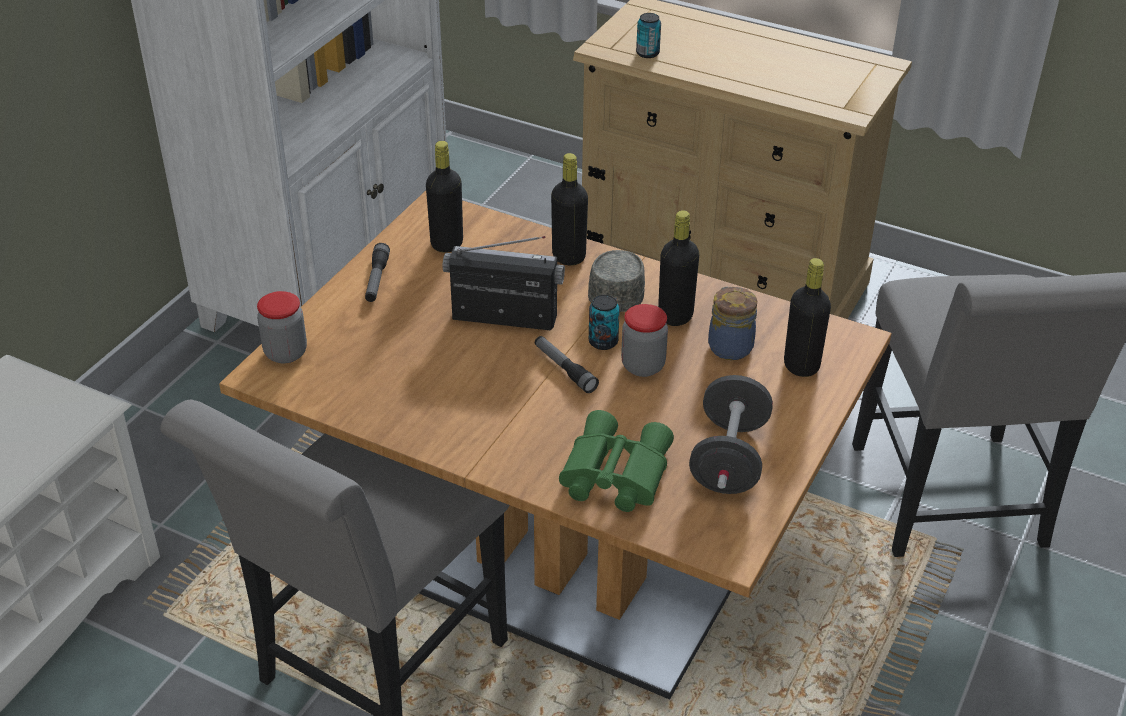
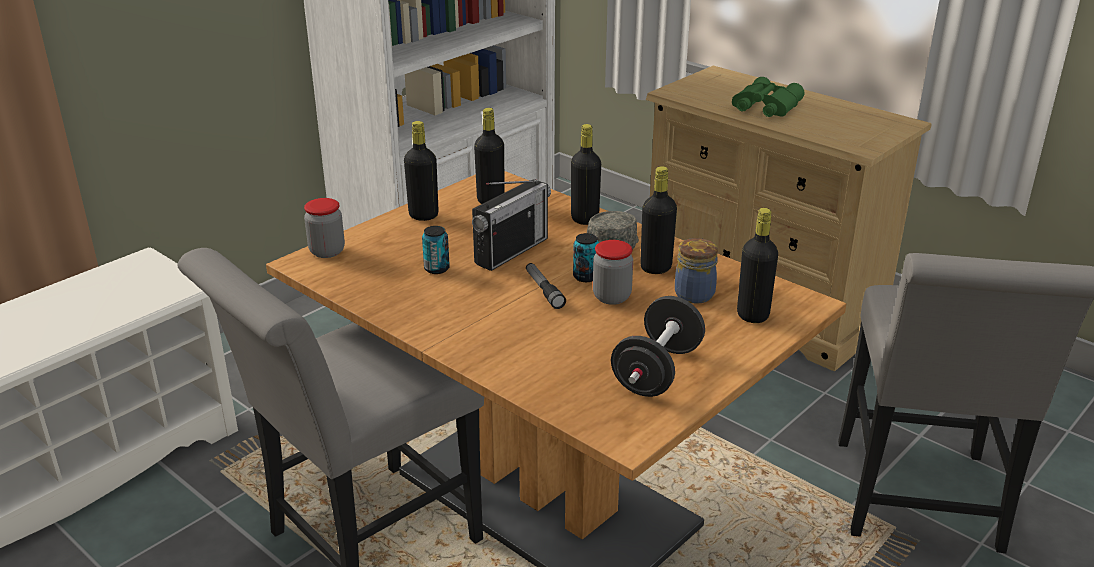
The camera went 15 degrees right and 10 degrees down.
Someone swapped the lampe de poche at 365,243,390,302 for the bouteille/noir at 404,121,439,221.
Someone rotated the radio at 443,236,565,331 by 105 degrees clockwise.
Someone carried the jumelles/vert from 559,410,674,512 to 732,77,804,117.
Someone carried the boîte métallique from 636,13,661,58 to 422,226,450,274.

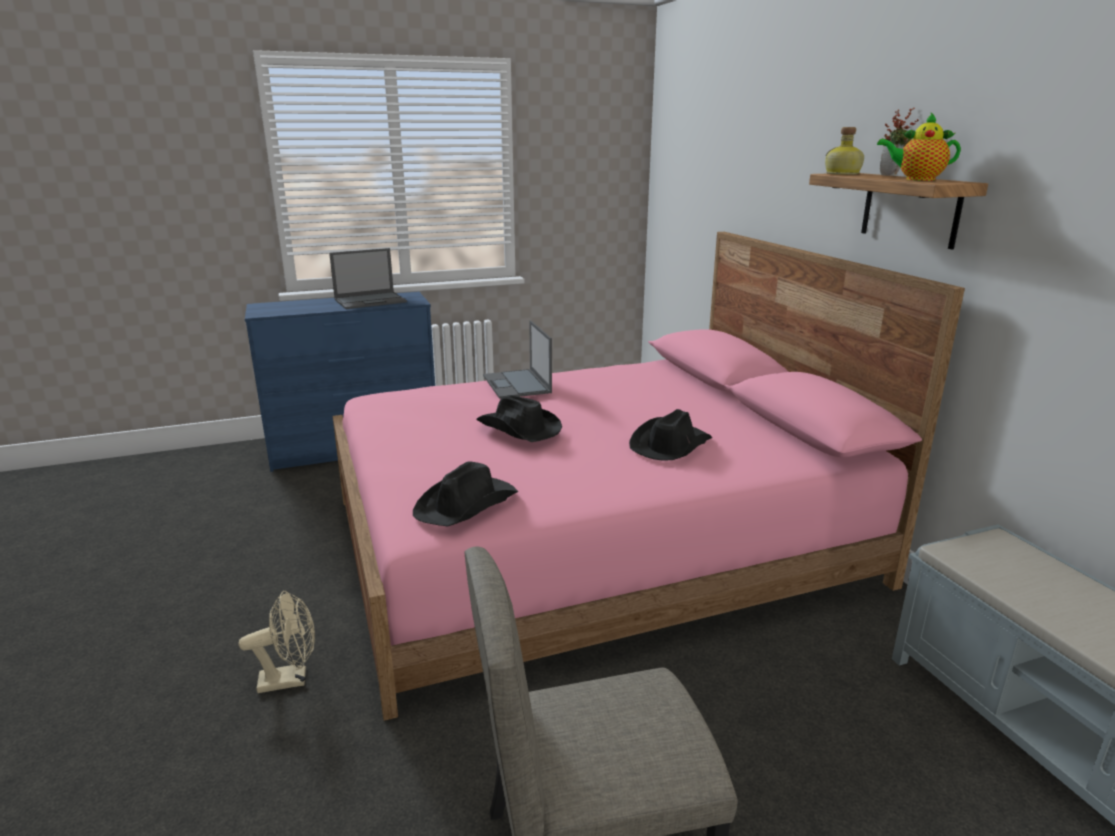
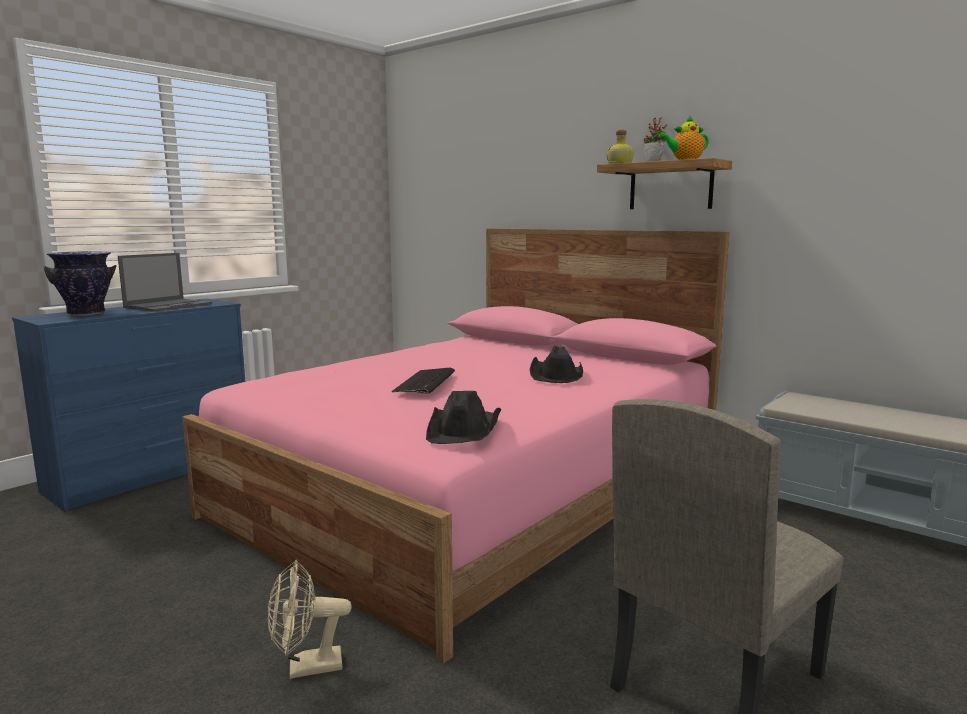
The camera went 30 degrees left and 10 degrees down.
Someone rotated the ventilateur/beige at 238,591,315,693 by 150 degrees counterclockwise.
Someone swapped the chapeau/noir at 476,395,562,442 for the clavier at 392,368,455,394.
Someone took away the ordinateur portable at 483,321,552,399.
Someone put down the vase at 44,251,116,316.

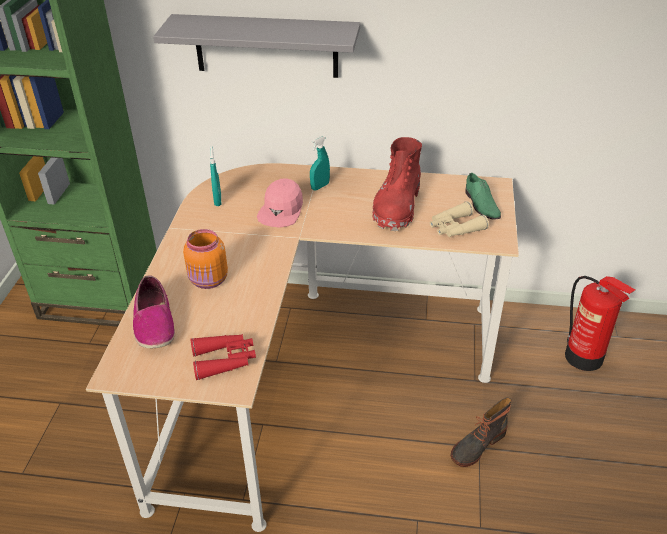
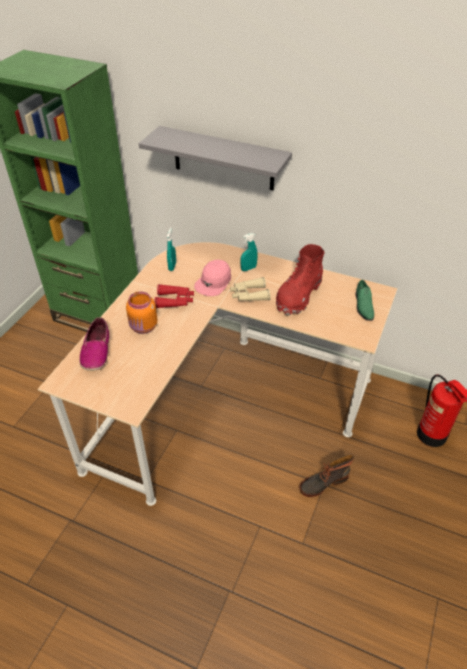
The camera went 15 degrees right and 5 degrees up.
Someone carried the jumelles/rouge from 190,334,256,380 to 154,284,194,308.
Someone carried the jumelles/beige from 430,201,489,237 to 230,277,271,301.

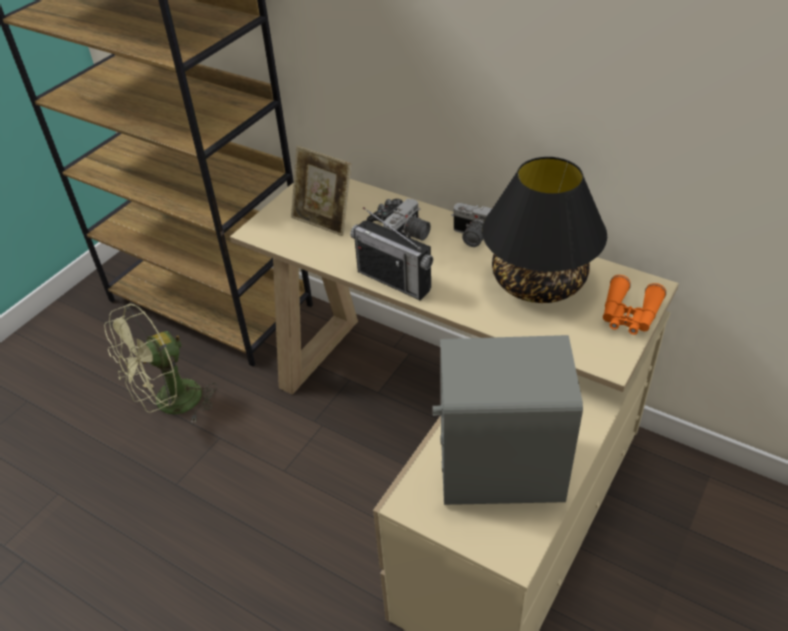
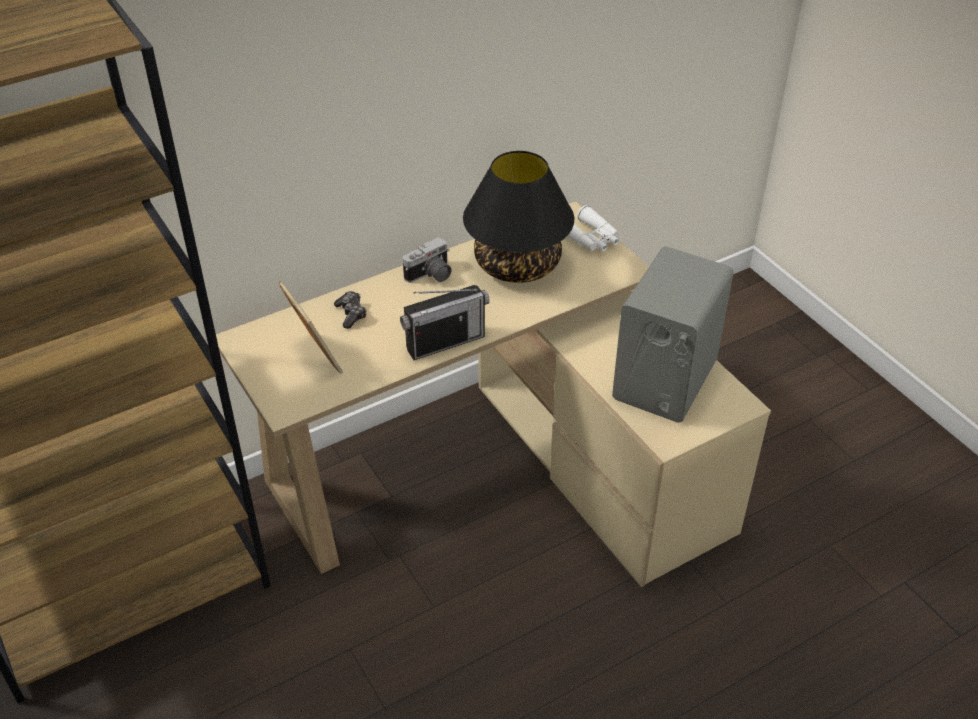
The camera went 65 degrees left and 0 degrees up.
Someone took away the ventilateur/vert at 104,303,217,422.
Someone rotated the cadre photo at 291,146,351,236 by 90 degrees counterclockwise.
Someone took away the appareil photo at 383,198,431,241.
Someone repainted the jumelles/orange at 603,275,666,335, which became the jumelles/blanc at 567,205,619,251.

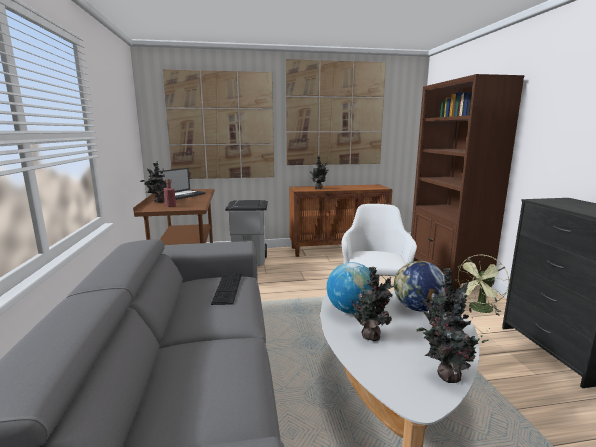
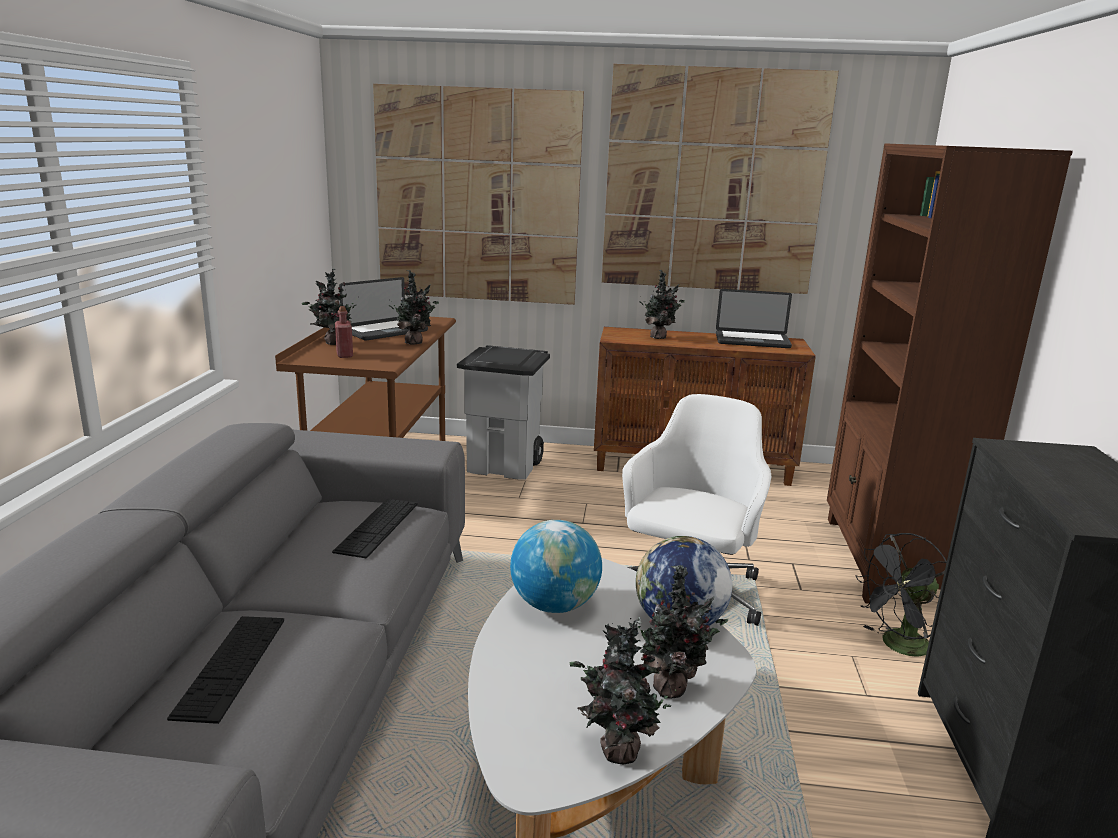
The camera went 15 degrees right and 5 degrees up.
Someone carried the plante en pot from 350,266,393,341 to 389,270,439,345.
Someone repainted the ventilateur/vert at 457,255,509,316, which became the ventilateur/noir at 855,533,947,657.
Someone put down the clavier at 167,616,284,724.
Someone put down the ordinateur portable at 716,289,792,348.

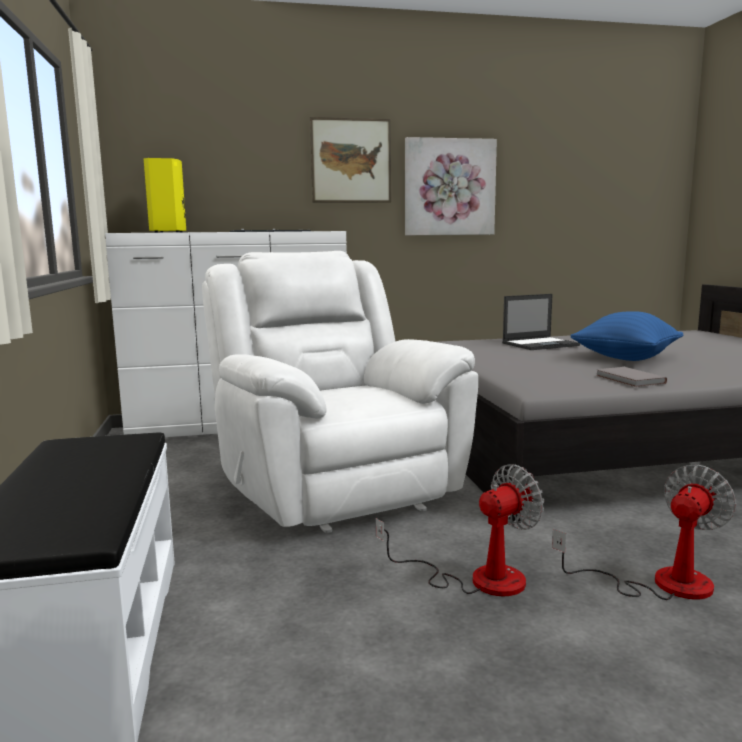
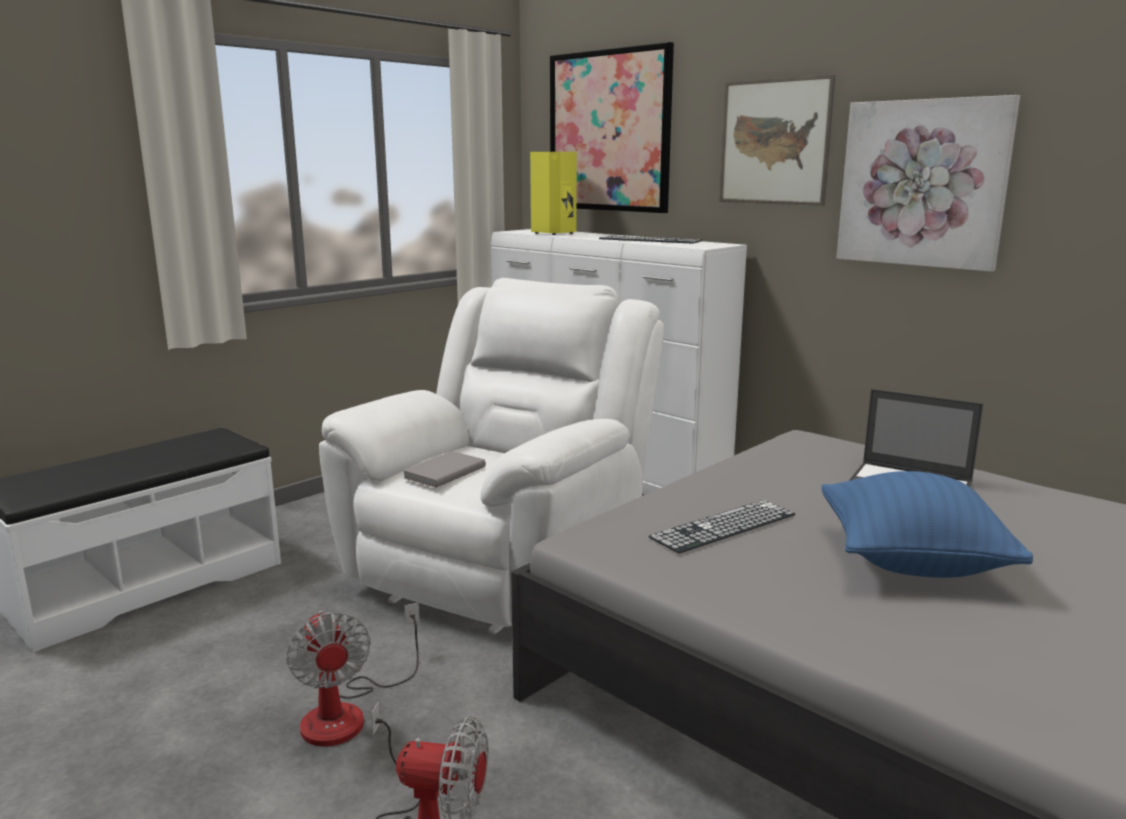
The camera went 55 degrees right and 5 degrees up.
Someone rotated the ventilateur at 376,464,544,596 by 45 degrees clockwise.
Someone carried the livre/gris from 596,367,667,387 to 402,451,486,488.
Someone put up the tableau at 550,42,674,213.
Someone put down the clavier at 649,500,795,554.

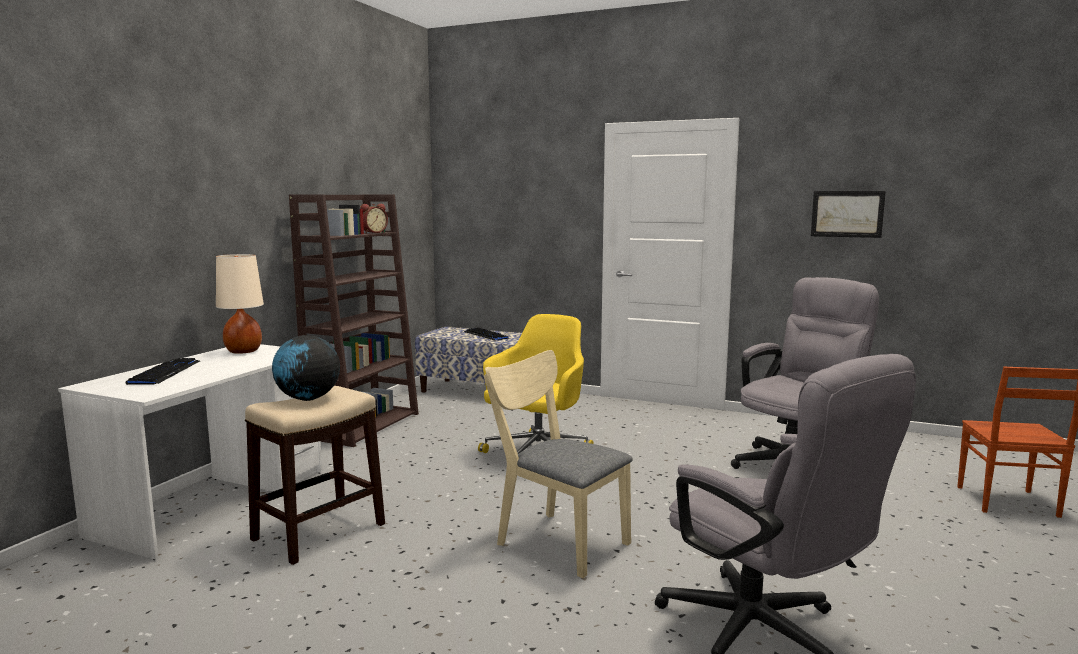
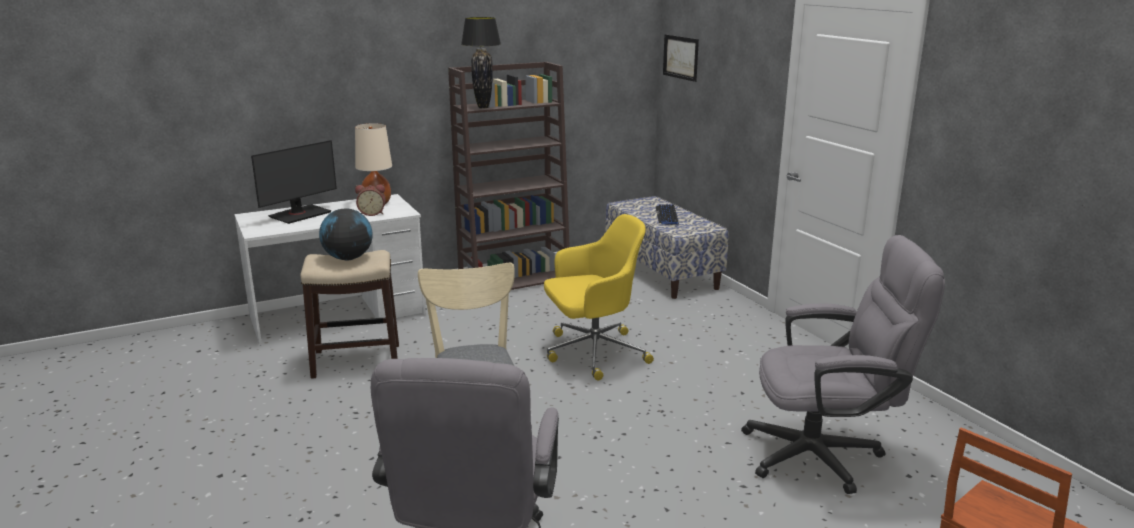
The camera went 40 degrees right and 10 degrees up.
Someone swapped the clavier at 126,358,200,385 for the écran d'ordinateur at 251,140,337,224.
Someone carried the réveil from 360,204,388,233 to 355,184,386,216.
Someone carried the tableau from 811,191,886,238 to 663,34,699,82.
Someone put down the lampe de table/noir at 461,17,501,109.

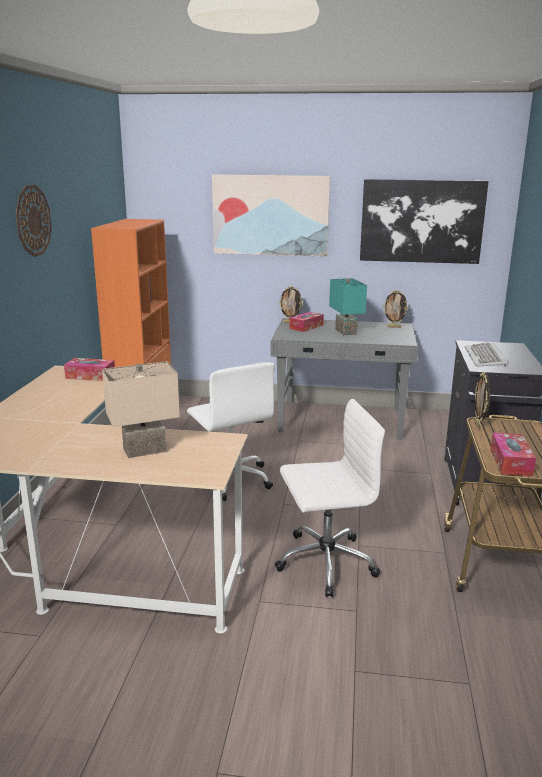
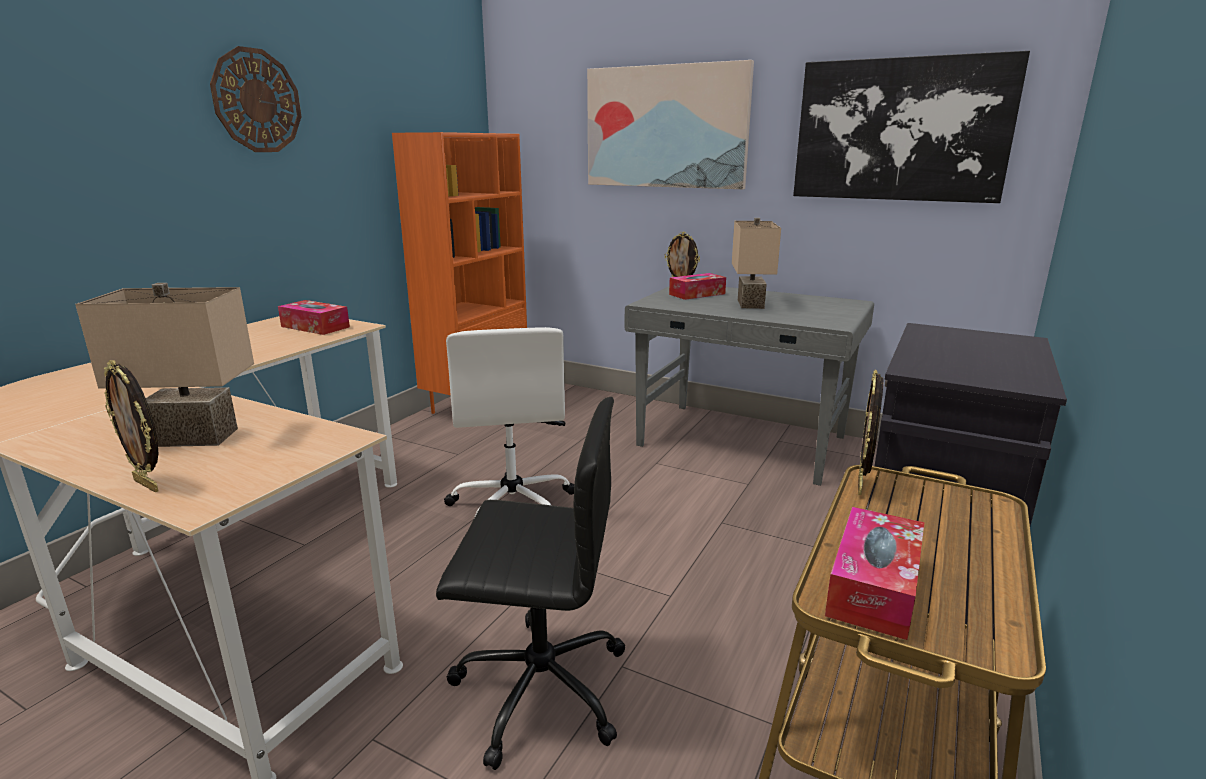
The camera went 20 degrees right and 0 degrees up.
Someone repainted the chaise de bureau/blanc at 275,399,385,598, which became the chaise de bureau/noir at 436,397,625,770.
Someone repainted the lampe de table/turquoise at 329,278,367,335, which became the lampe de table/beige at 732,218,781,309.
Someone carried the cadre photo from 383,290,409,328 to 104,360,159,492.
Someone took away the clavier at 465,342,509,367.

